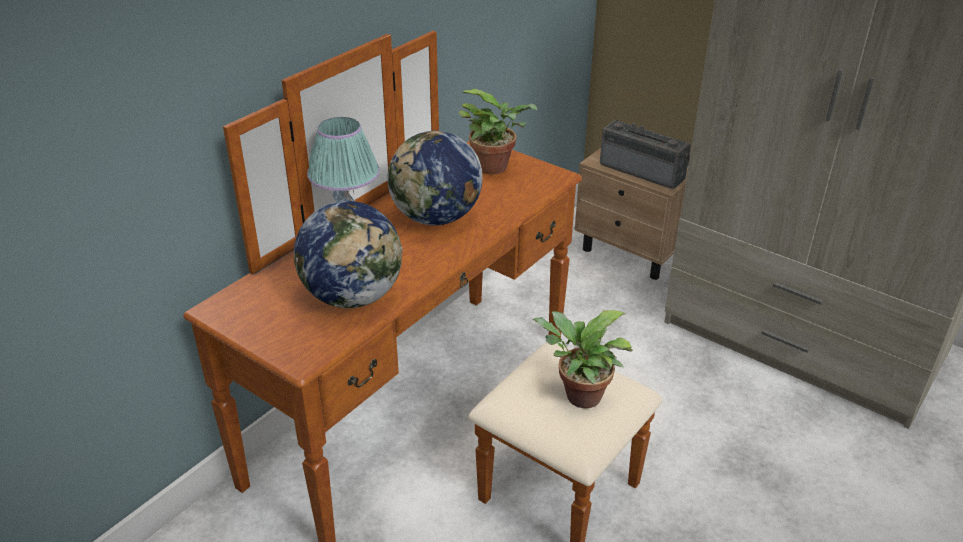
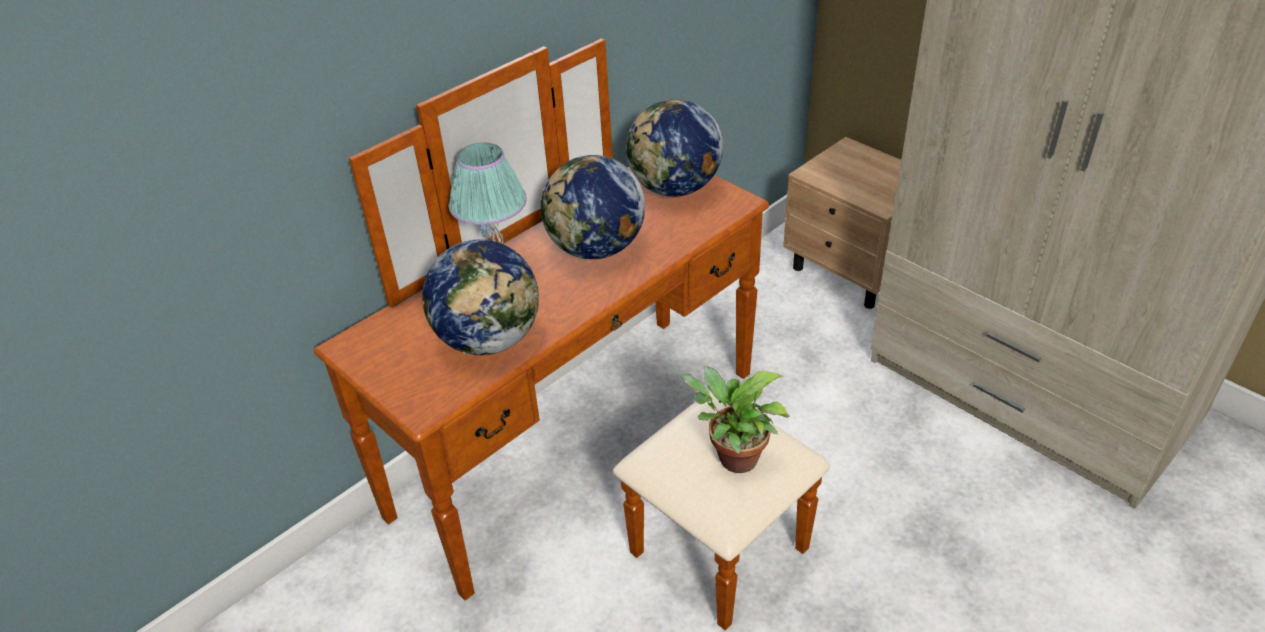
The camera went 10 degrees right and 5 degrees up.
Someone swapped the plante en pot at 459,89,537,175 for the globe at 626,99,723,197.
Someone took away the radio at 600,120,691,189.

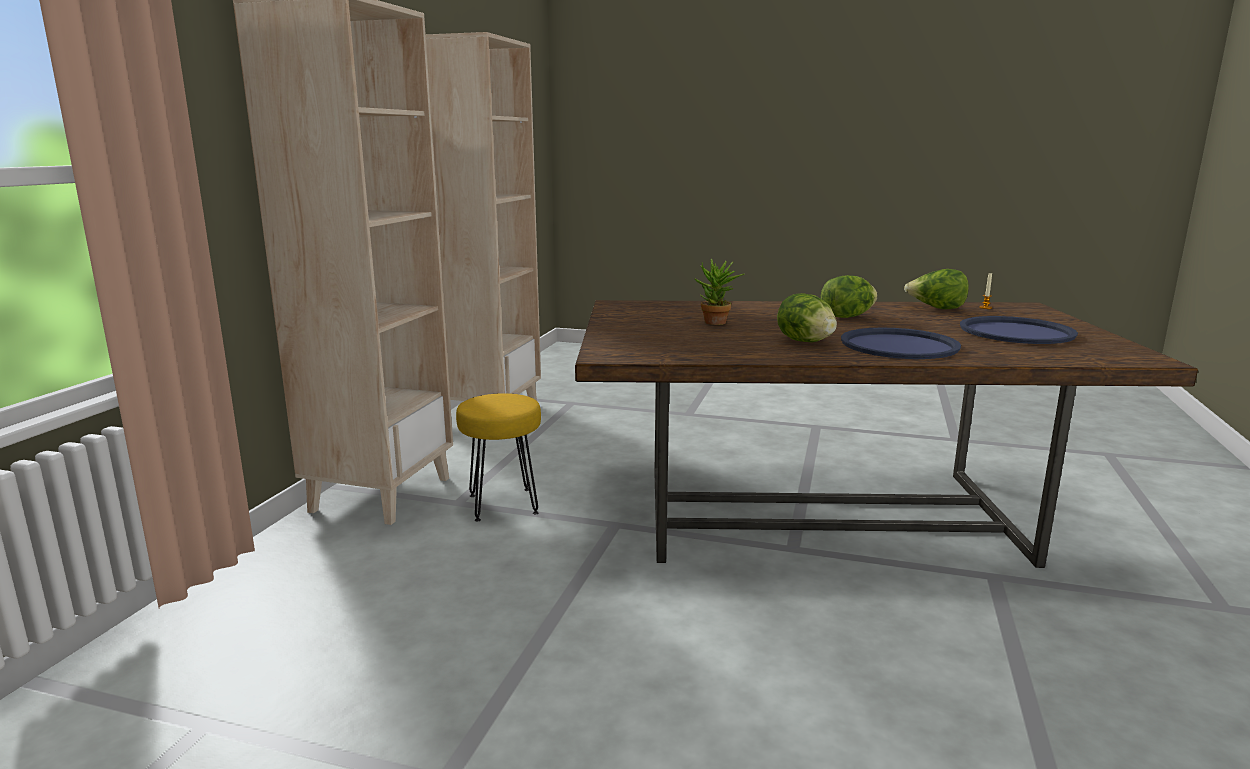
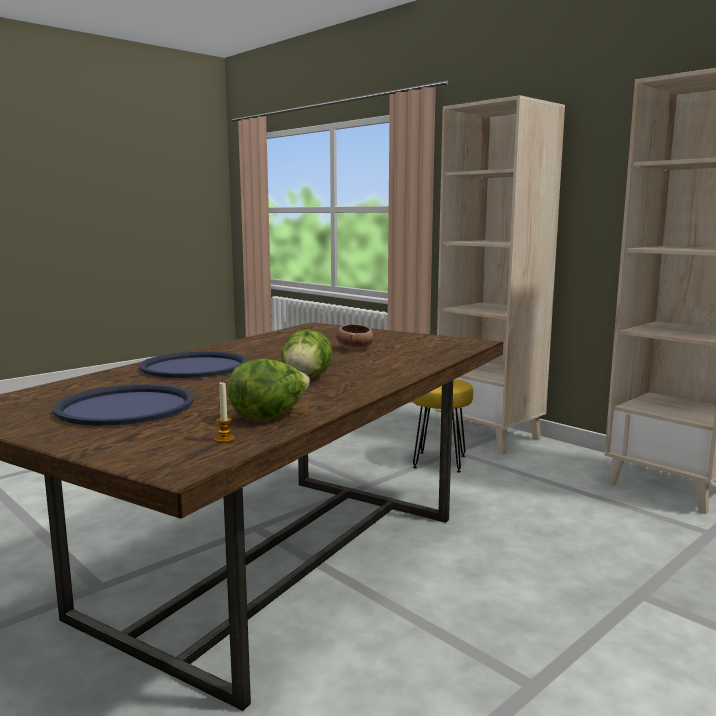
The camera went 120 degrees right and 5 degrees down.
Someone swapped the plante en pot at 694,259,744,325 for the bol at 337,324,373,350.
Someone took away the laitue at 777,293,837,342.

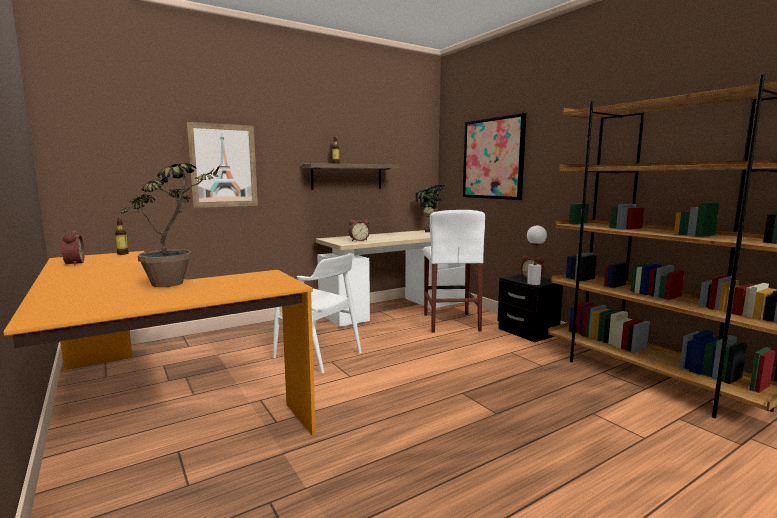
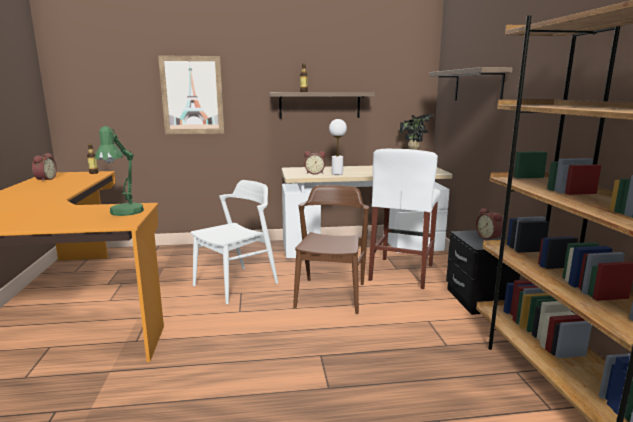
The camera went 25 degrees right and 5 degrees up.
Someone took away the plante en pot at 120,163,220,287.
Someone rotated the chaise/blanc at 273,253,362,374 by 105 degrees counterclockwise.
Someone swapped the tableau at 463,113,526,200 for the étagère at 429,67,513,100.
Someone carried the lampe de table/blanc from 527,226,547,285 to 329,119,347,175.
Someone put down the lampe de table/vert at 95,126,144,216.
Someone put down the chaise/marron at 293,185,369,314.

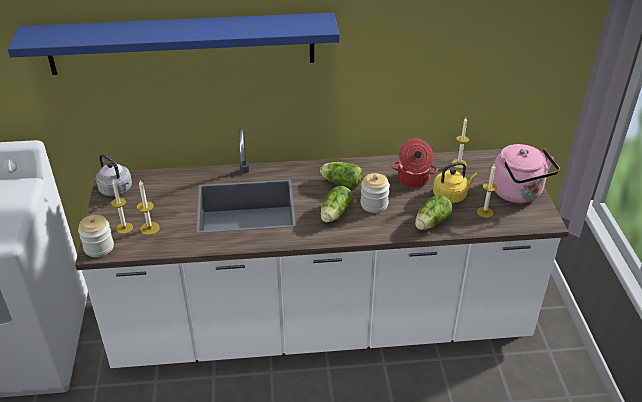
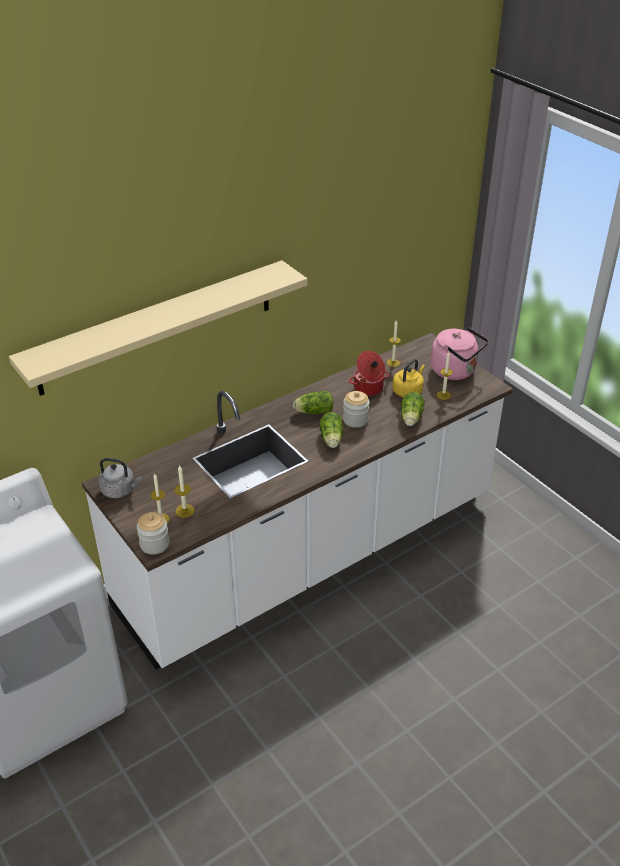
The camera went 30 degrees left and 0 degrees up.
Someone repainted the étagère/bleu at 8,13,340,75, which became the étagère/beige at 9,260,308,396.

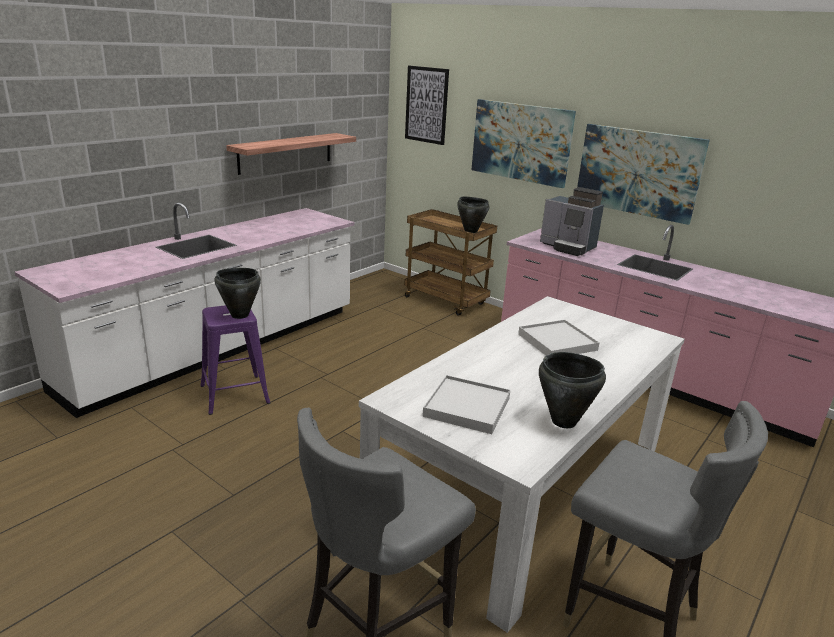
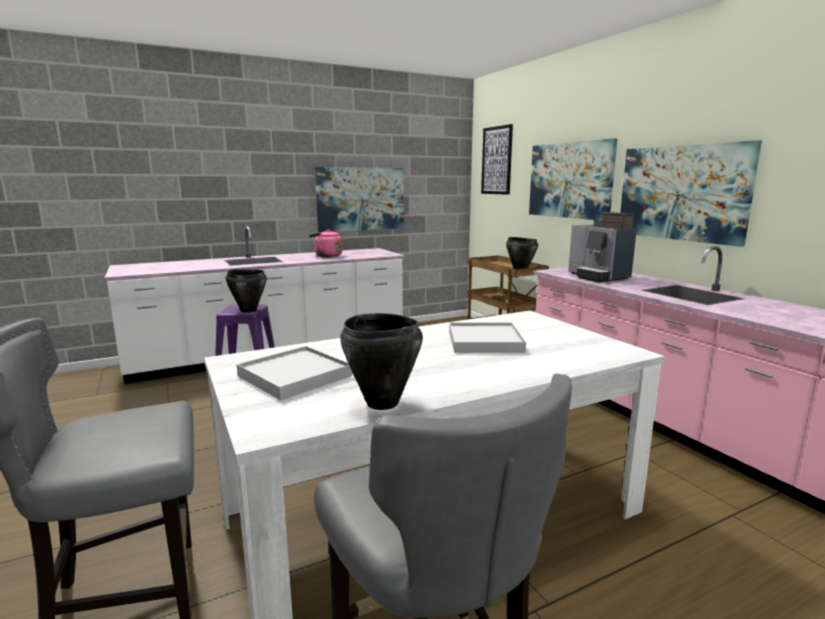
The camera went 25 degrees right and 10 degrees down.
Someone swapped the étagère at 226,133,356,175 for the tableau at 315,167,404,232.
Someone put down the bouilloire/rose at 309,230,342,257.

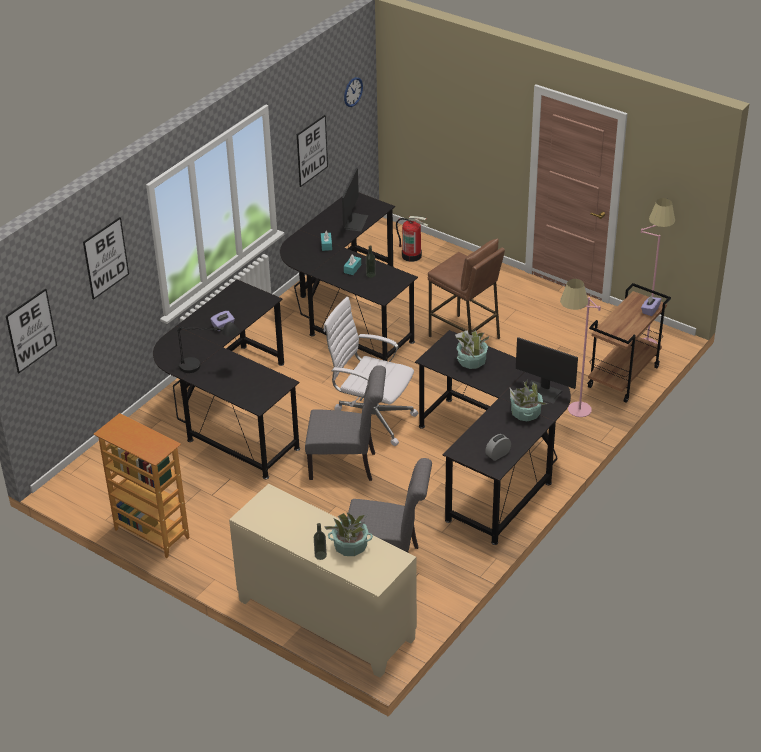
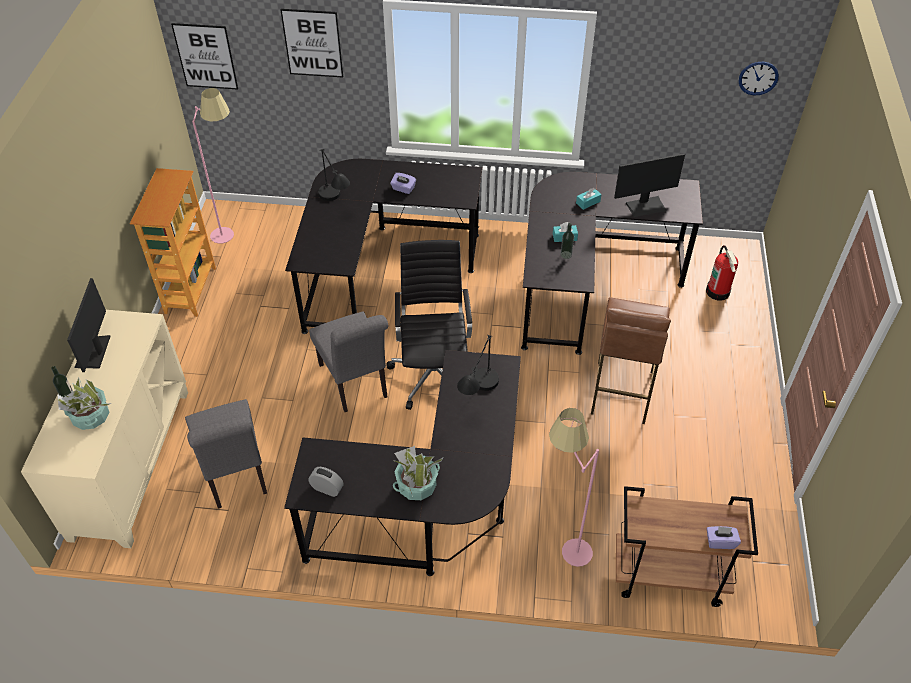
The camera went 60 degrees right and 10 degrees up.
Someone took away the tableau at 297,115,328,187.
Someone repainted the chaise de bureau/blanc at 323,297,418,446, which became the chaise de bureau/noir at 387,240,472,410.
Someone swapped the plante en pot at 455,330,489,369 for the lampe de table/noir at 457,335,499,395.
Someone carried the écran d'ordinateur from 516,337,578,403 to 67,278,111,372.
Someone carried the lampadaire/rose from 641,198,675,344 to 192,88,234,244.

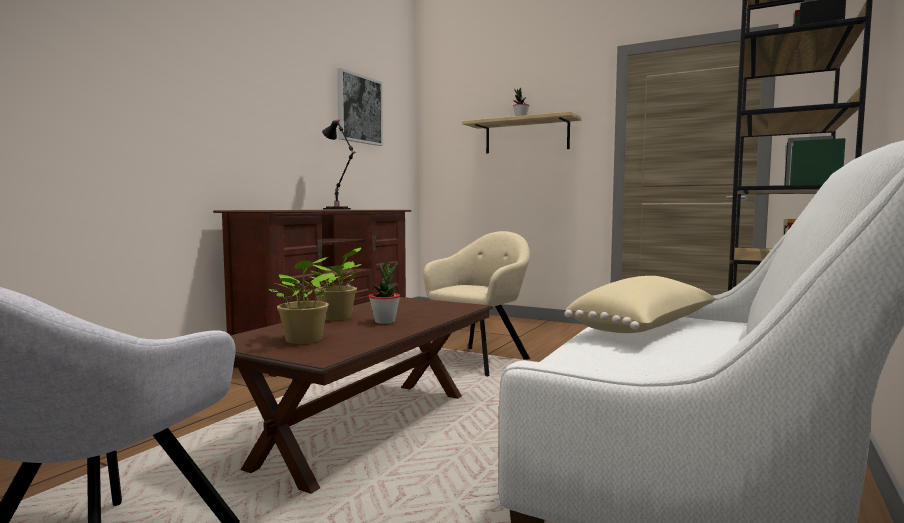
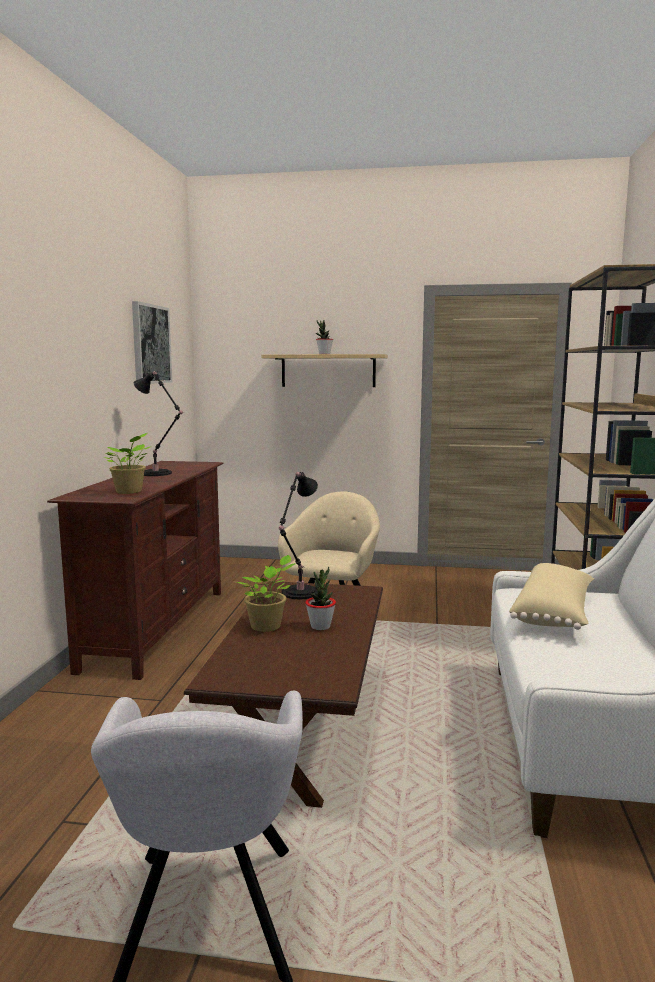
The camera went 20 degrees left and 5 degrees up.
Someone carried the plante en pot from 268,257,341,344 to 103,433,150,494.
Someone put down the lampe de table/noir at 279,472,318,599.

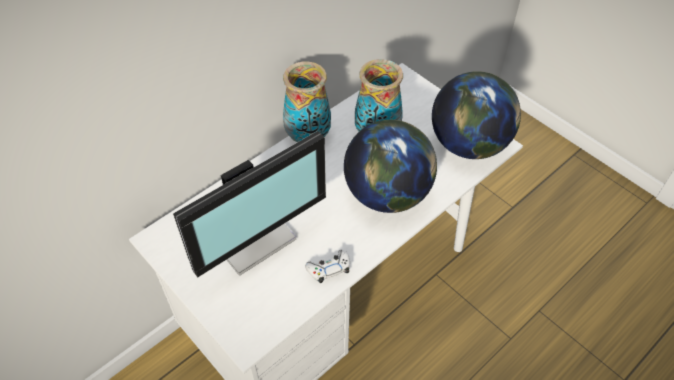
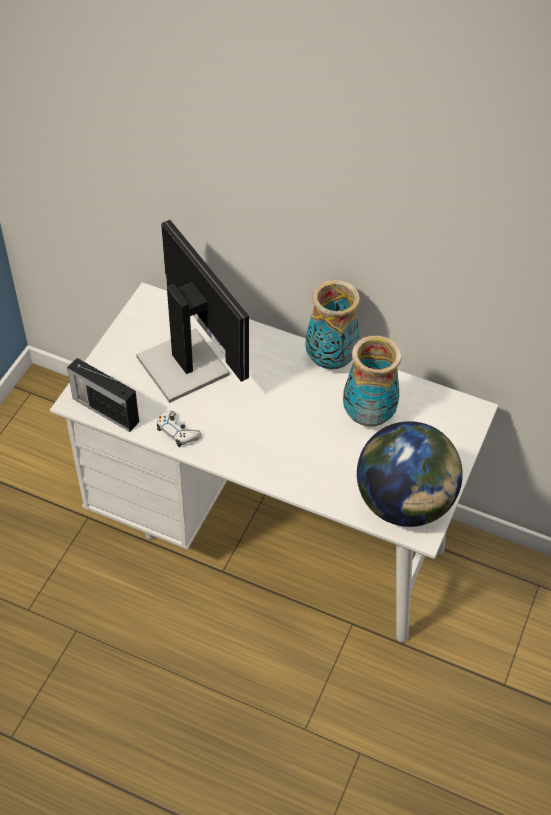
The camera went 65 degrees right and 0 degrees up.
Someone rotated the écran d'ordinateur at 173,131,326,277 by 150 degrees counterclockwise.
Someone took away the globe at 344,120,437,213.
Someone put down the radio at 67,358,139,432.

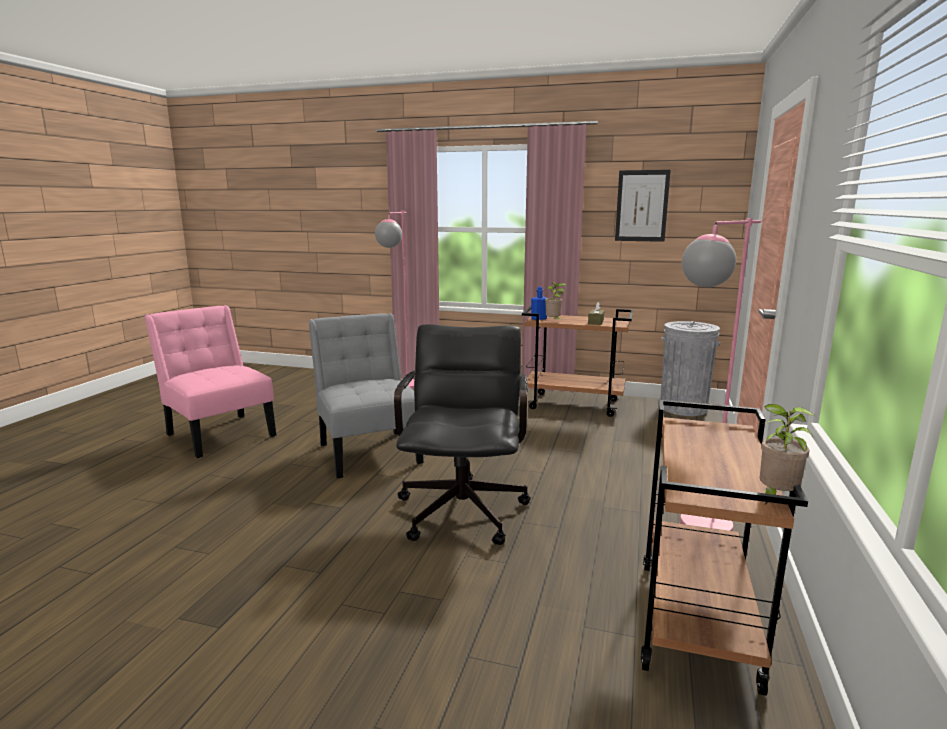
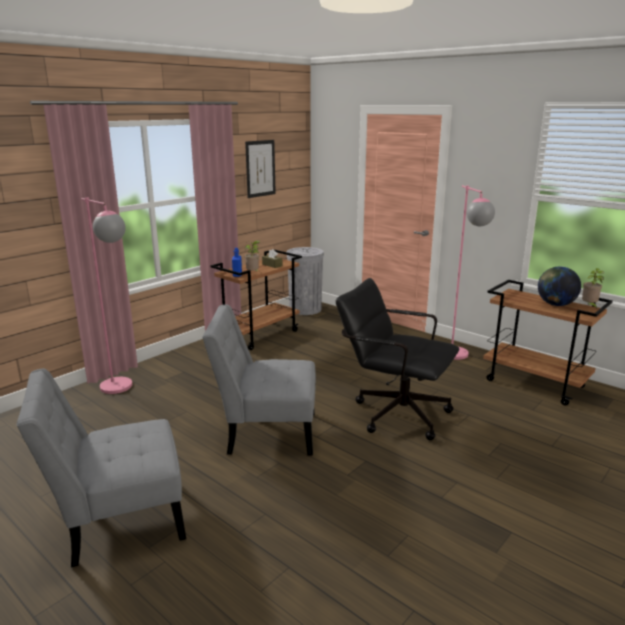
The camera went 65 degrees left and 5 degrees up.
Someone repainted the chaise/rose at 144,305,276,458, which became the chaise/gris at 16,369,186,567.
Someone put down the globe at 538,266,581,306.

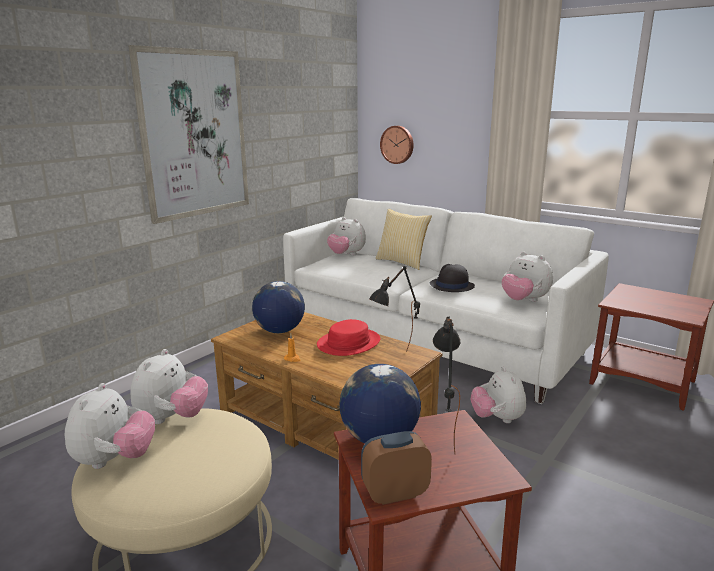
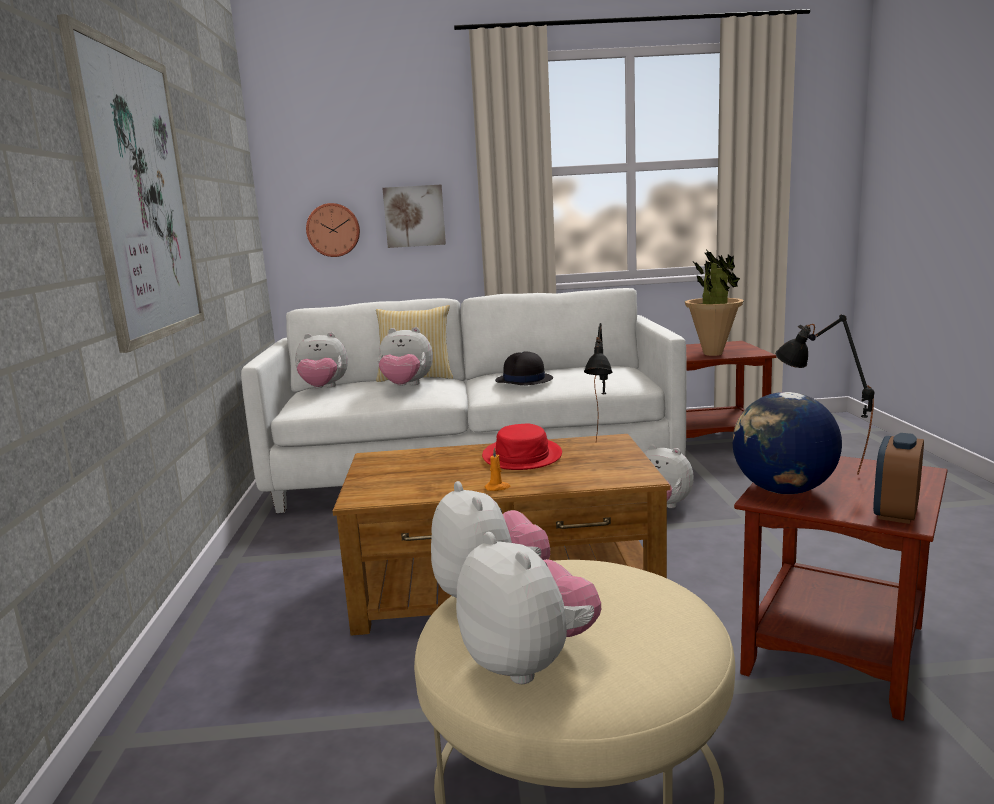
The camera went 40 degrees left and 5 degrees down.
Someone took away the globe at 252,281,305,333.
Someone carried the peluche from 502,252,553,302 to 378,327,433,386.
Someone put up the tableau at 382,184,446,248.
Someone put down the plante en pot at 685,248,744,356.

